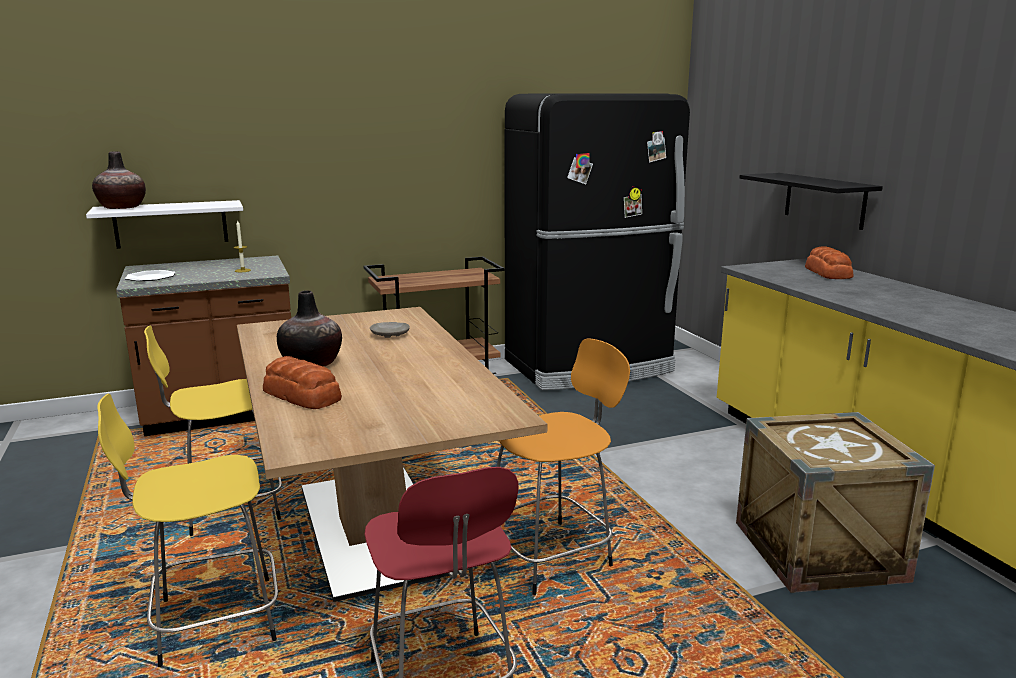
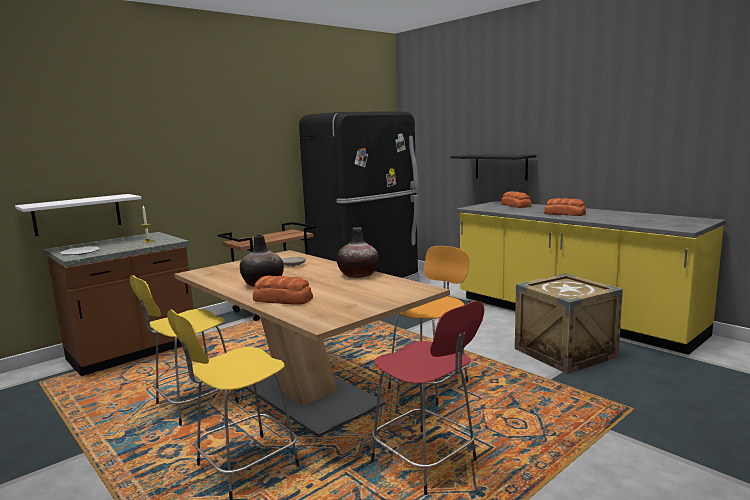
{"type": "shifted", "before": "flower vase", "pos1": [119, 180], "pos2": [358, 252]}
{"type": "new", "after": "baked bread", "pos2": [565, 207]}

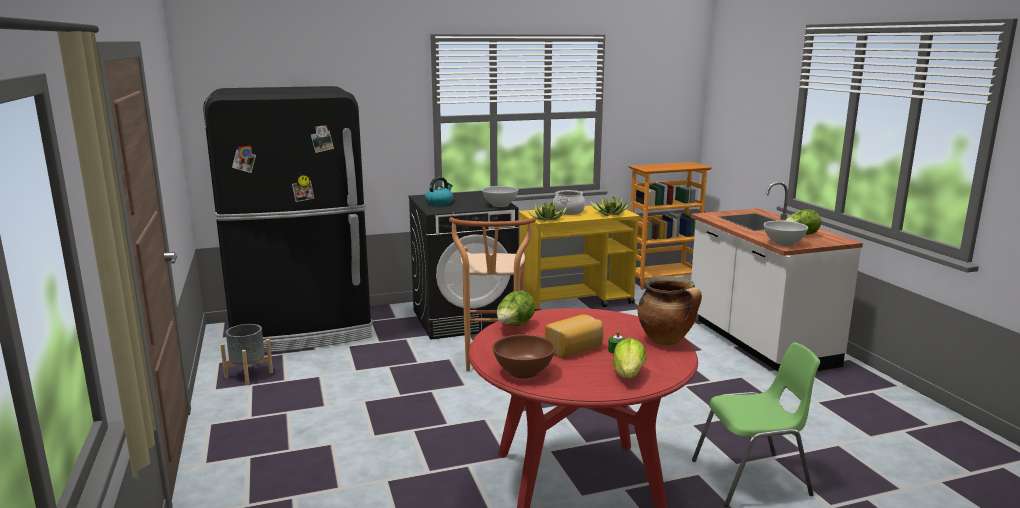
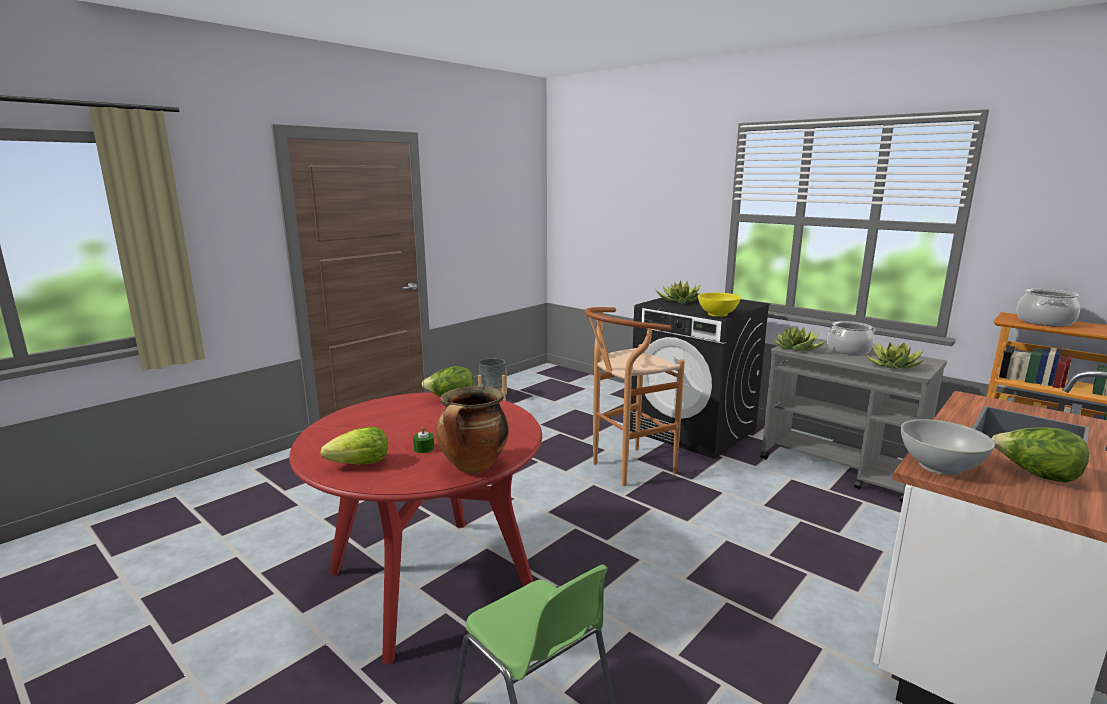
{"type": "gone", "before": "refrigerator in black-coloured", "pos1": [287, 219]}
{"type": "swapped", "before": "tea kettle", "after": "houseplant", "pos1": [439, 191], "pos2": [678, 291]}
{"type": "repainted", "before": "bowl in whitish", "after": "bowl in yellow-coloured", "pos1": [500, 196], "pos2": [719, 304]}
{"type": "gone", "before": "bowl in brown-coloured", "pos1": [524, 356]}
{"type": "repainted", "before": "trolley in yellow-coloured", "after": "trolley in gray", "pos1": [579, 258], "pos2": [853, 420]}
{"type": "gone", "before": "baked bread", "pos1": [574, 336]}
{"type": "new", "after": "saucepot", "pos2": [1048, 308]}

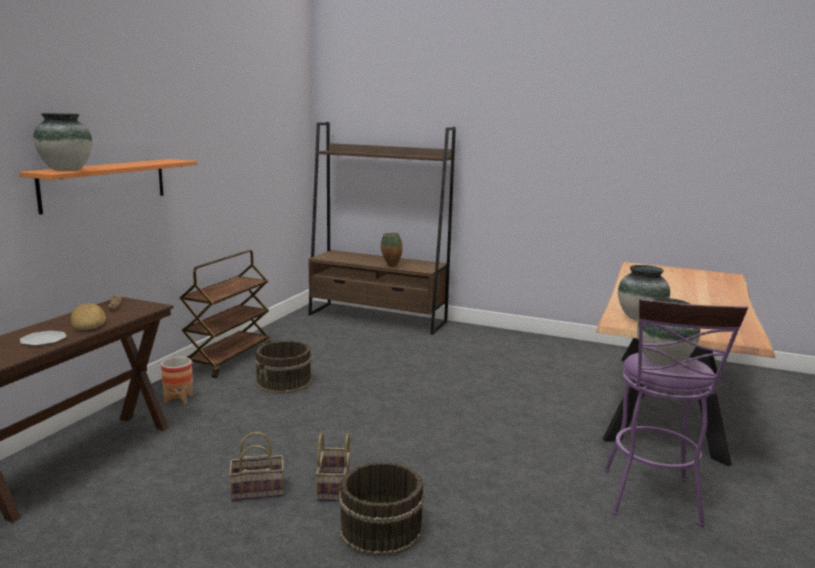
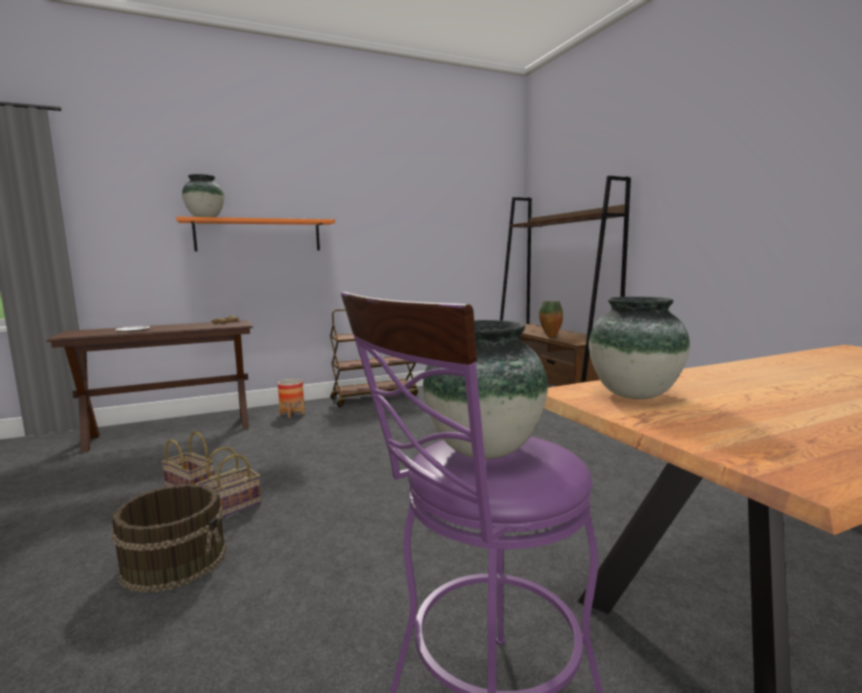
{"type": "gone", "before": "baked bread", "pos1": [88, 316]}
{"type": "gone", "before": "bucket in brown-coloured", "pos1": [283, 367]}

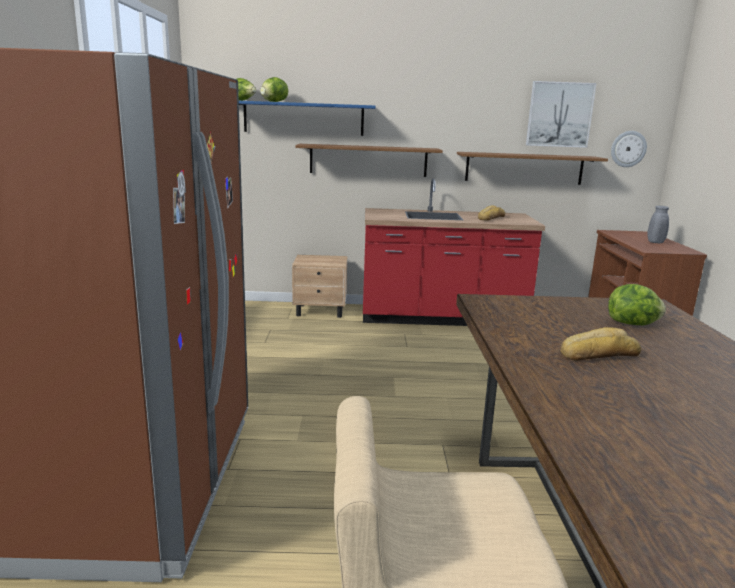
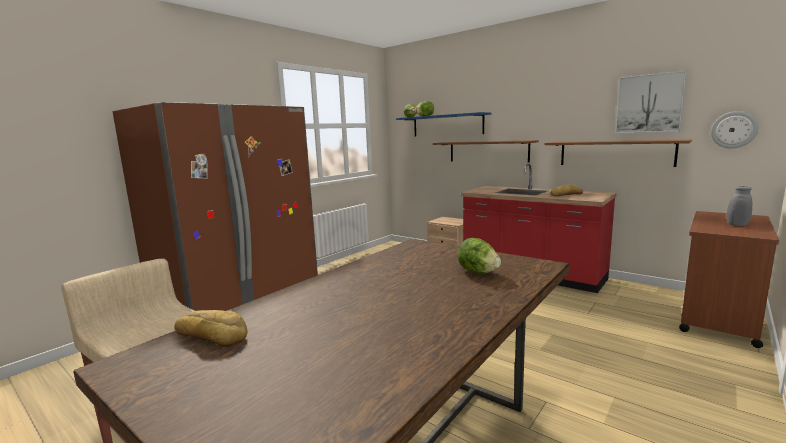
{"type": "shifted", "before": "baked bread", "pos1": [601, 344], "pos2": [210, 328]}

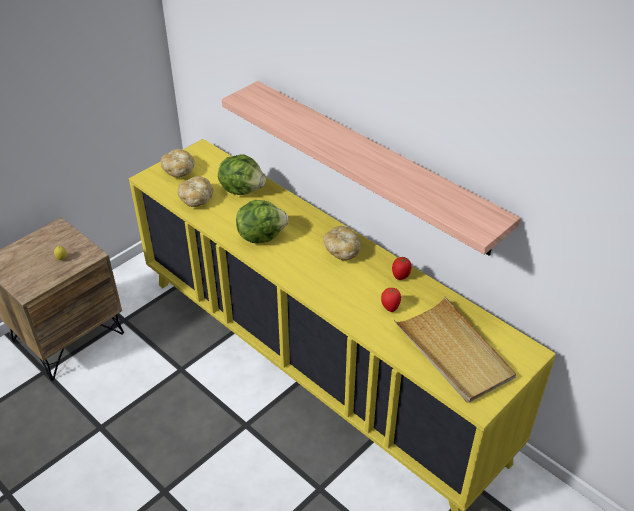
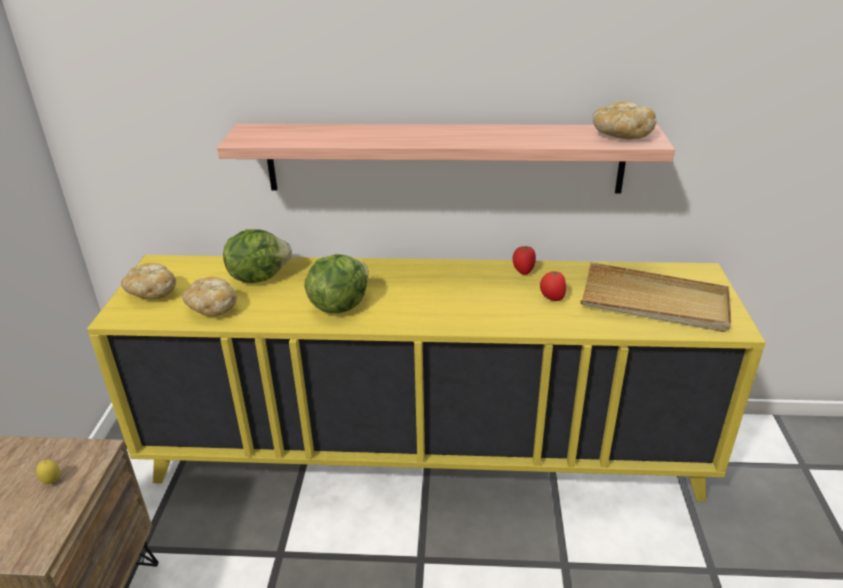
{"type": "shifted", "before": "baked bread", "pos1": [342, 243], "pos2": [624, 120]}

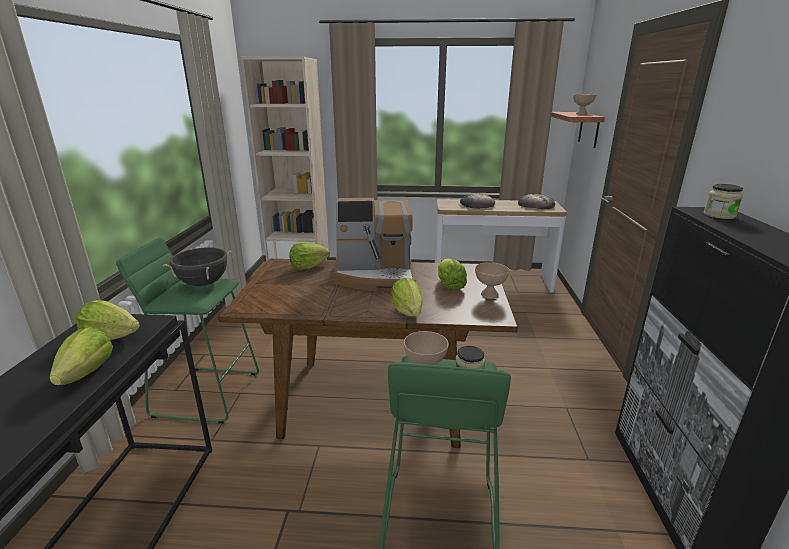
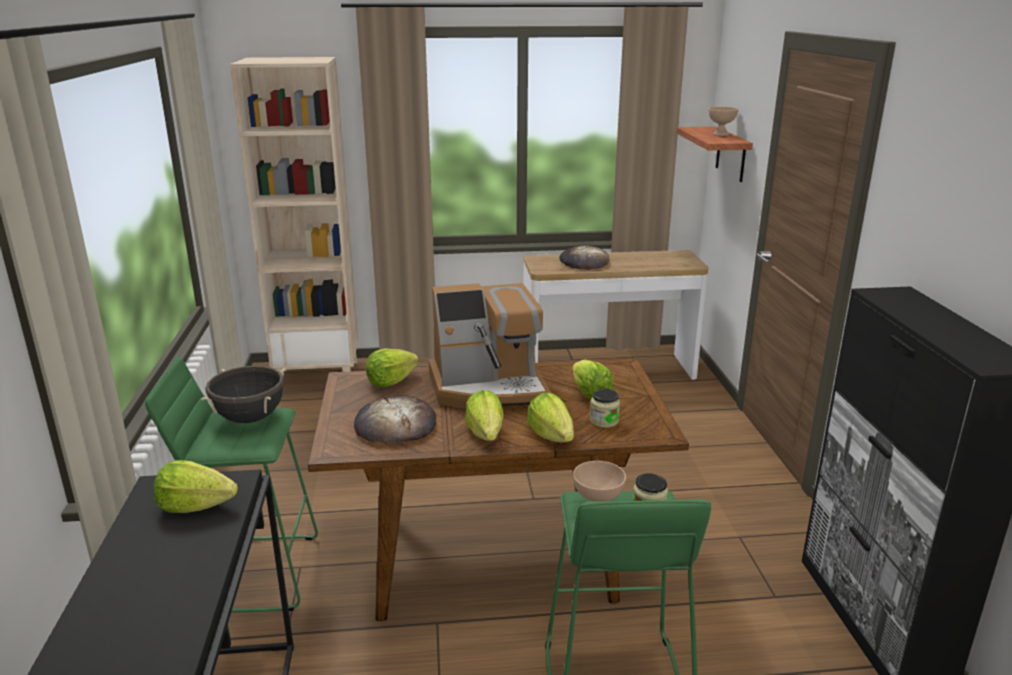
{"type": "shifted", "before": "lettuce head", "pos1": [81, 355], "pos2": [484, 415]}
{"type": "gone", "before": "bowl in sand-coloured", "pos1": [492, 280]}
{"type": "shifted", "before": "baked bread", "pos1": [536, 202], "pos2": [395, 420]}
{"type": "shifted", "before": "jar", "pos1": [723, 201], "pos2": [605, 408]}

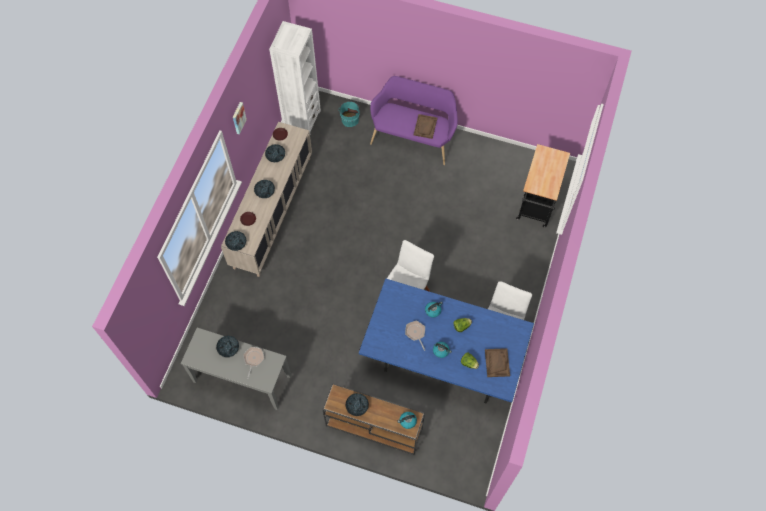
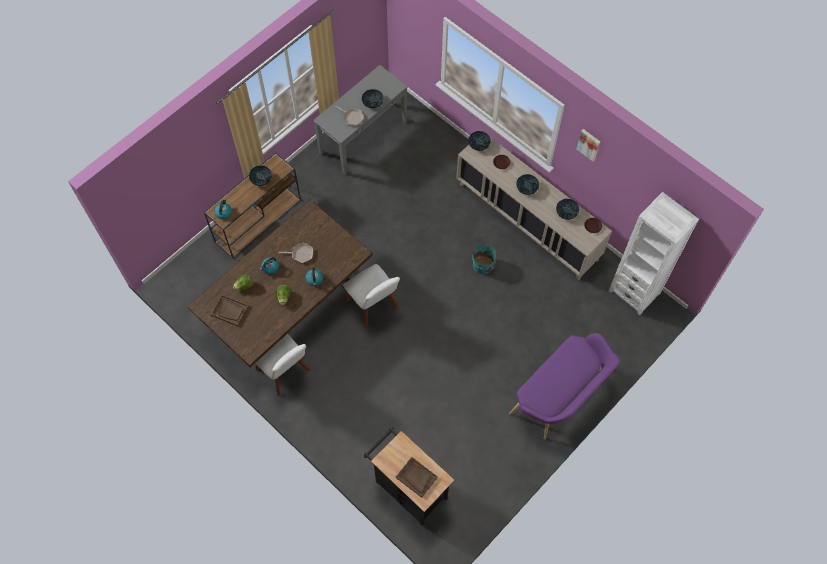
{"type": "shifted", "before": "bucket in blue-green", "pos1": [349, 114], "pos2": [484, 259]}
{"type": "repainted", "before": "dinner table in blue-coloured", "after": "dinner table in brown-coloured", "pos1": [446, 341], "pos2": [280, 283]}
{"type": "shifted", "before": "carrying tray in brown-coloured", "pos1": [425, 126], "pos2": [417, 477]}

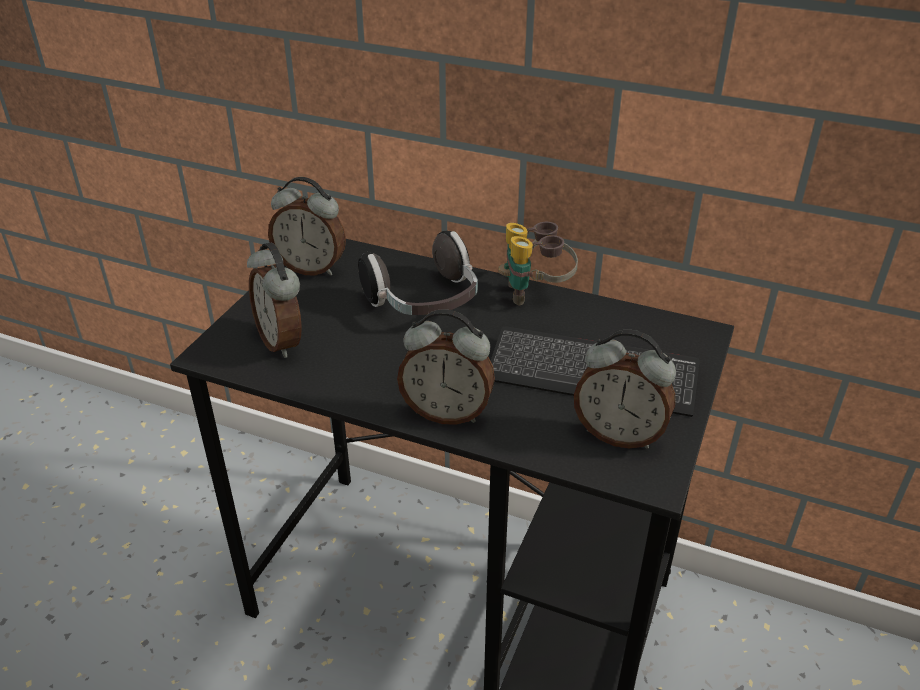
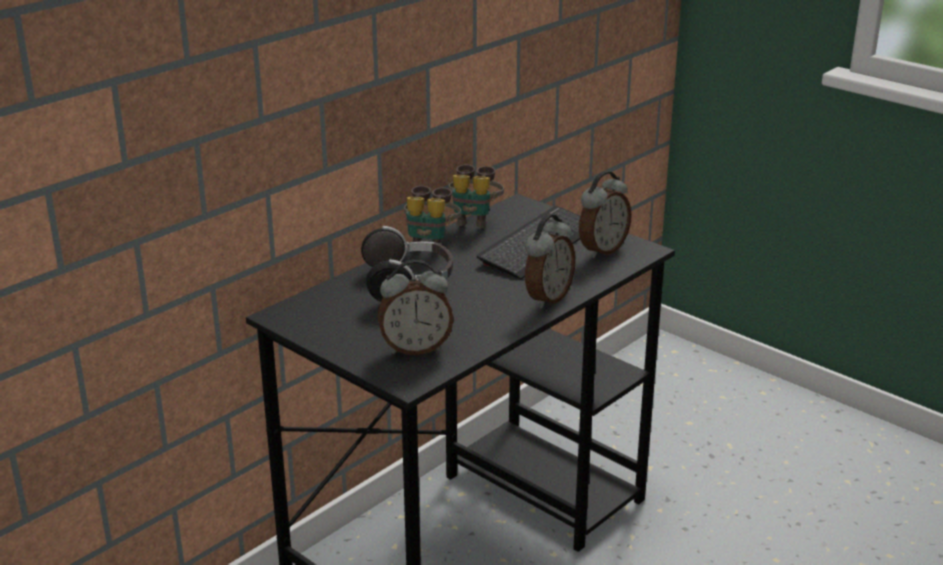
{"type": "gone", "before": "table clock", "pos1": [307, 226]}
{"type": "new", "after": "pair of binoculars", "pos2": [476, 197]}

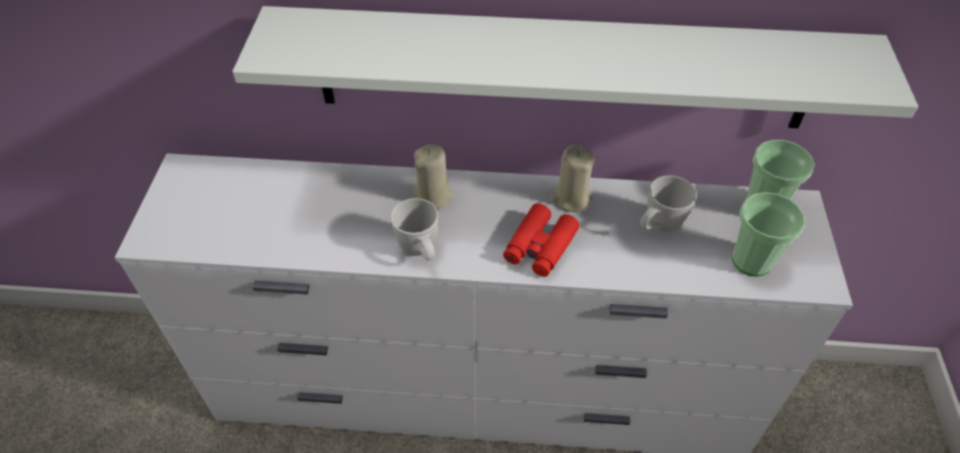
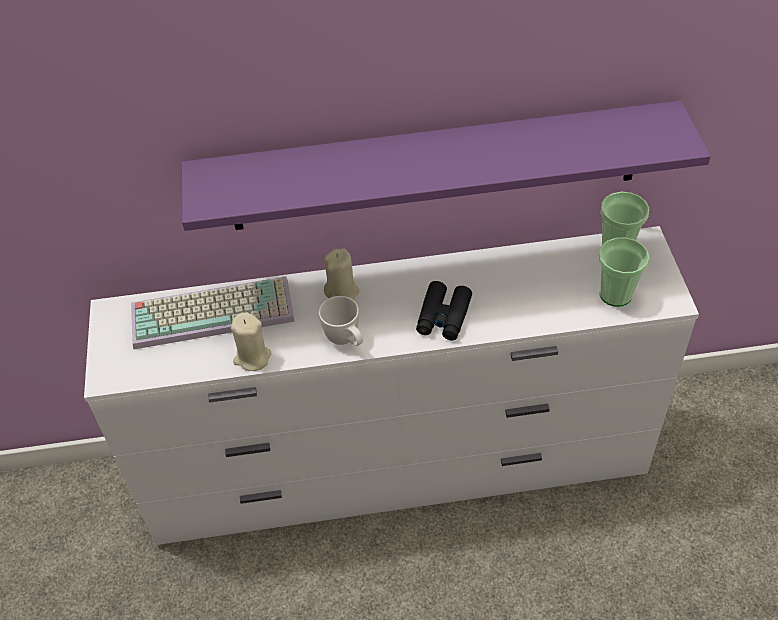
{"type": "repainted", "before": "wall shelf in whitish", "after": "wall shelf in purple", "pos1": [575, 67], "pos2": [446, 165]}
{"type": "repainted", "before": "pair of binoculars in red-coloured", "after": "pair of binoculars in black-coloured", "pos1": [541, 240], "pos2": [444, 310]}
{"type": "shifted", "before": "wax candle in sand-coloured", "pos1": [572, 178], "pos2": [251, 342]}
{"type": "gone", "before": "tea mug in whitish", "pos1": [668, 203]}
{"type": "new", "after": "computer keyboard", "pos2": [213, 313]}

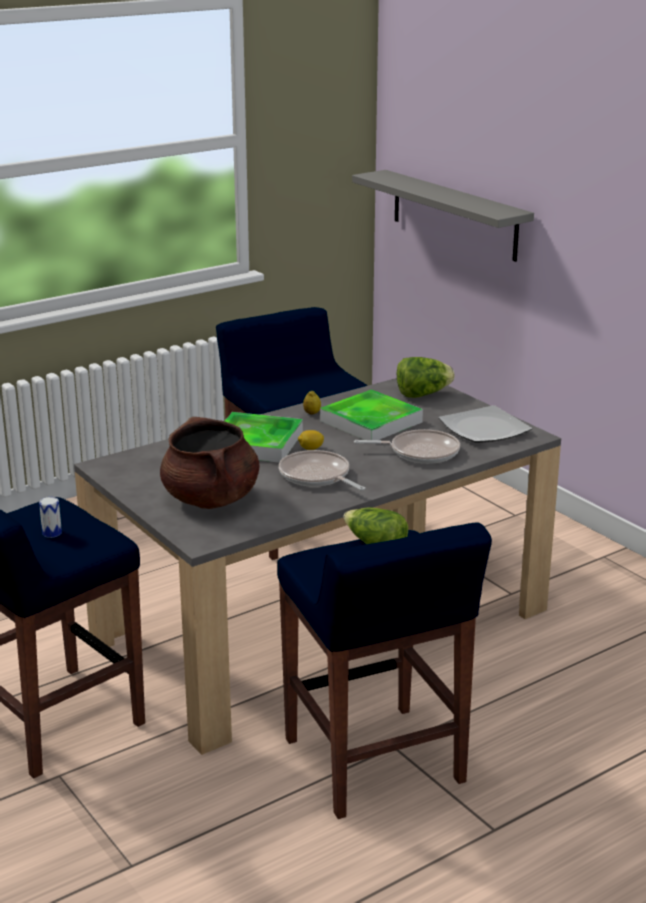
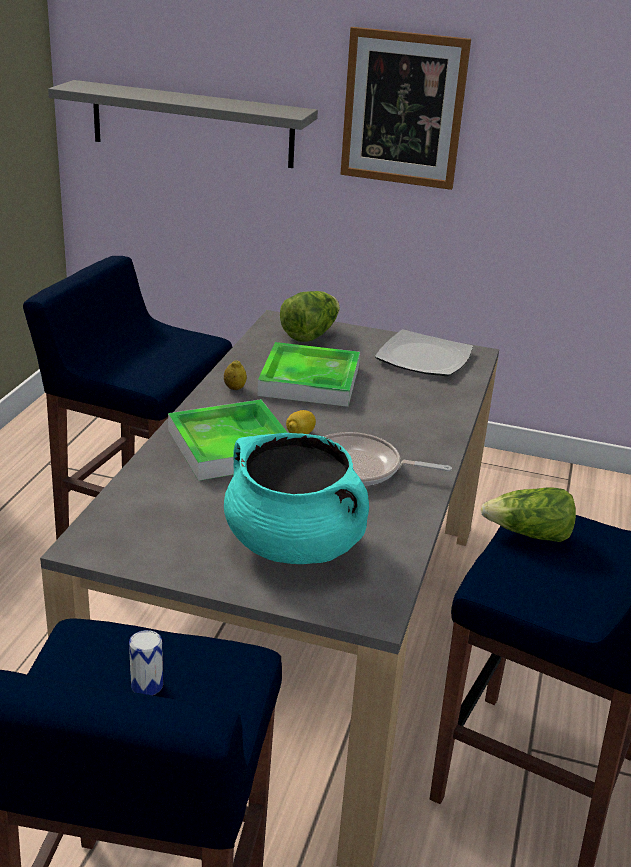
{"type": "repainted", "before": "saucepot in brown-coloured", "after": "saucepot in blue-green", "pos1": [209, 463], "pos2": [296, 498]}
{"type": "gone", "before": "skillet", "pos1": [407, 446]}
{"type": "new", "after": "wall art", "pos2": [406, 108]}

